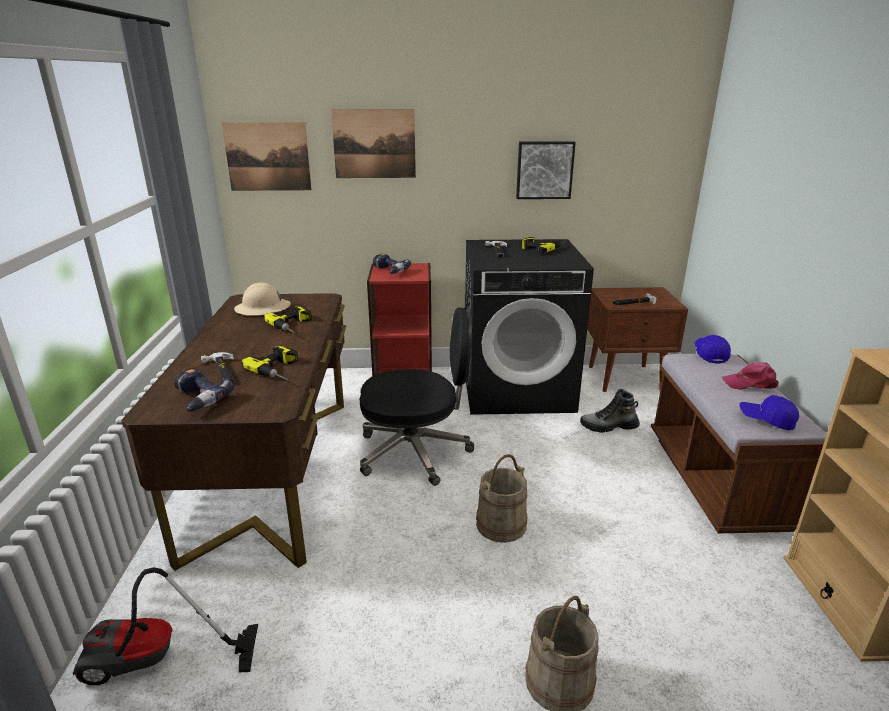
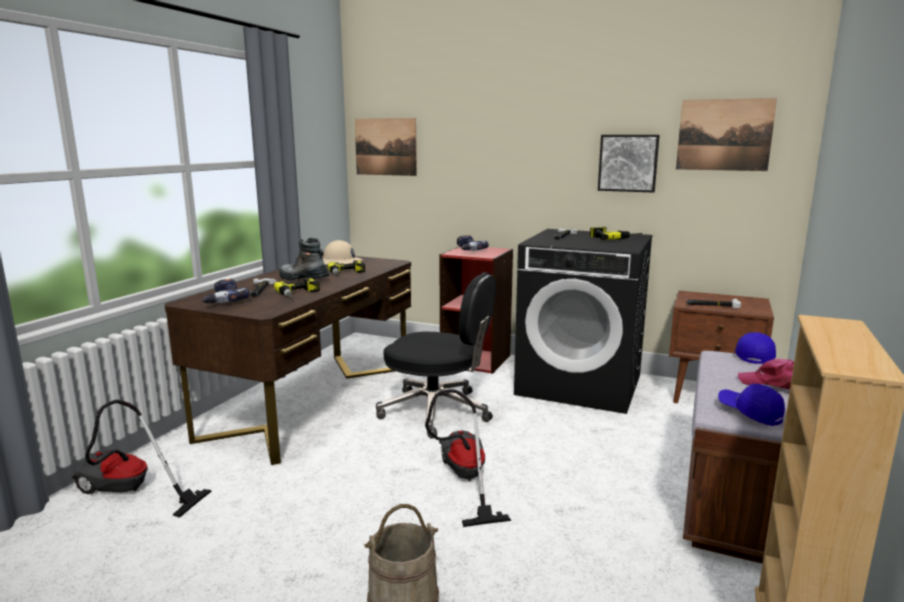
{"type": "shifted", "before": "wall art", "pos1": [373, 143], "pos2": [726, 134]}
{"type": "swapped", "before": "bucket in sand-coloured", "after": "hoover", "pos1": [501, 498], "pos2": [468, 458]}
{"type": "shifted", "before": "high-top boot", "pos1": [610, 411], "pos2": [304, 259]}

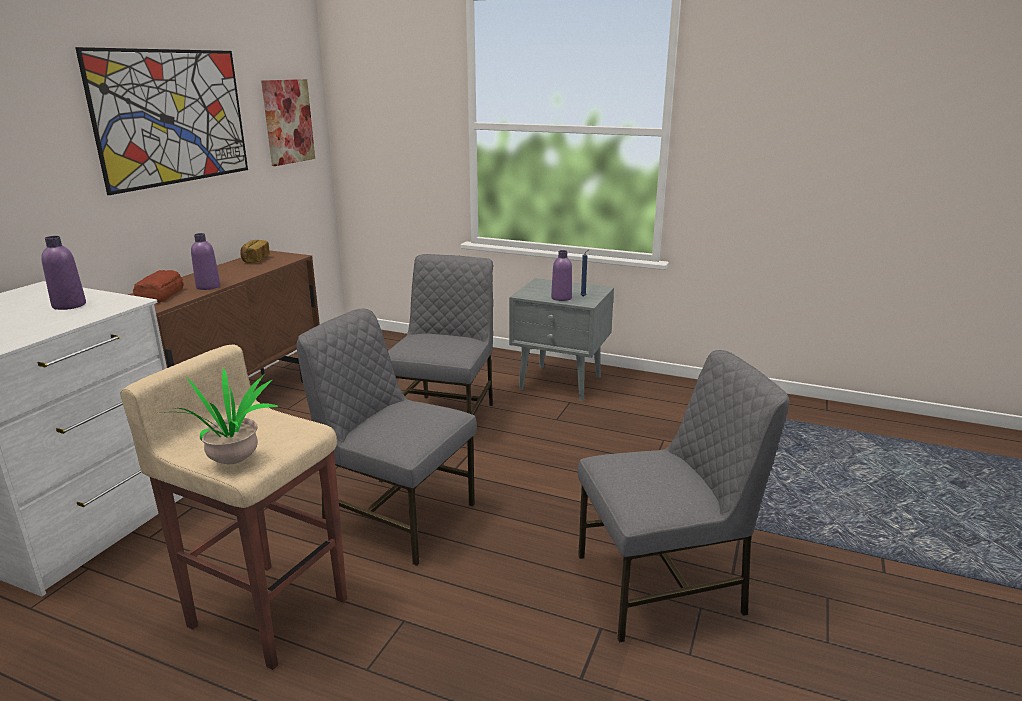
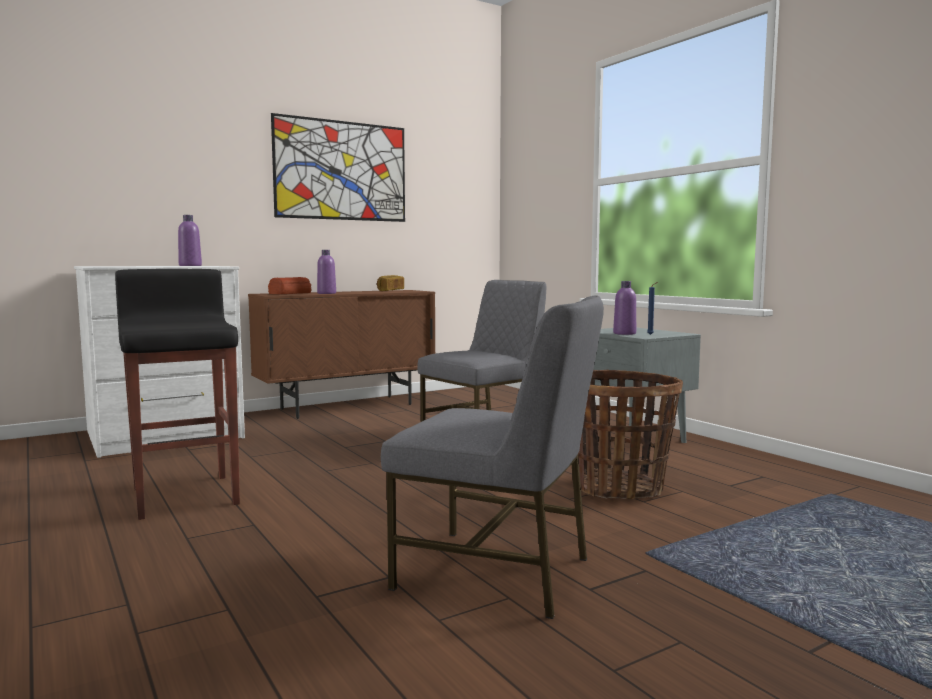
{"type": "repainted", "before": "stool seat in sand-coloured", "after": "stool seat in black-coloured", "pos1": [233, 507], "pos2": [177, 394]}
{"type": "gone", "before": "houseplant", "pos1": [219, 416]}
{"type": "gone", "before": "wall art", "pos1": [288, 122]}
{"type": "gone", "before": "chair in gray", "pos1": [387, 437]}
{"type": "new", "after": "household basket", "pos2": [630, 434]}

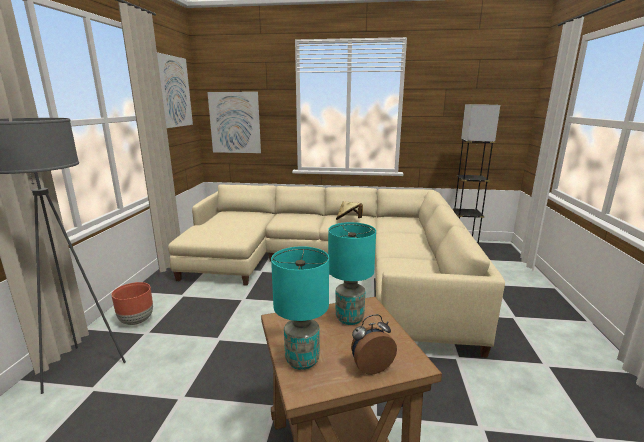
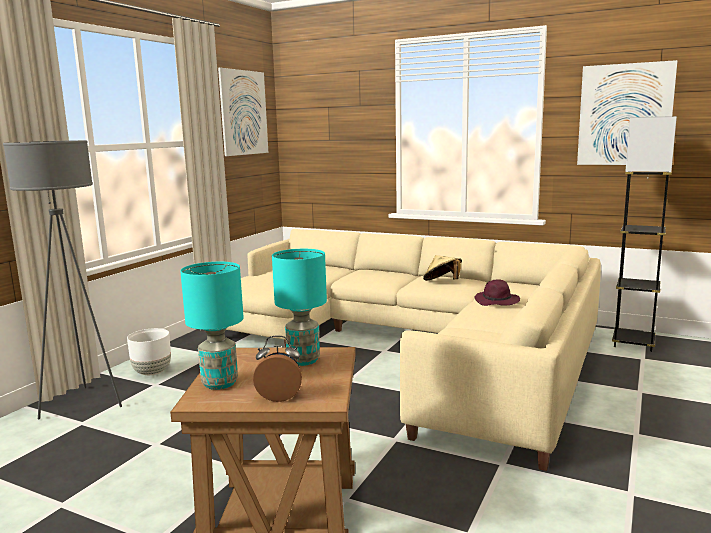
{"type": "repainted", "before": "flower pot in brown-coloured", "after": "flower pot in whitish", "pos1": [132, 303], "pos2": [149, 351]}
{"type": "shifted", "before": "wall art", "pos1": [234, 122], "pos2": [627, 112]}
{"type": "new", "after": "clothing hat in purple", "pos2": [497, 292]}

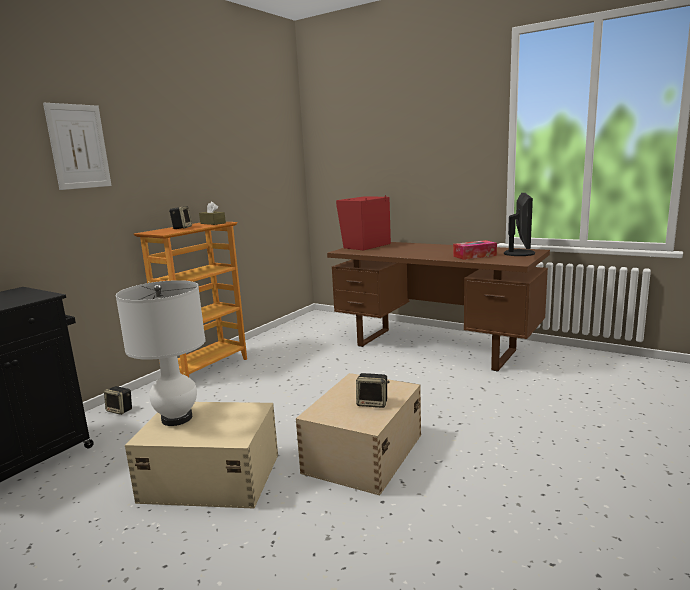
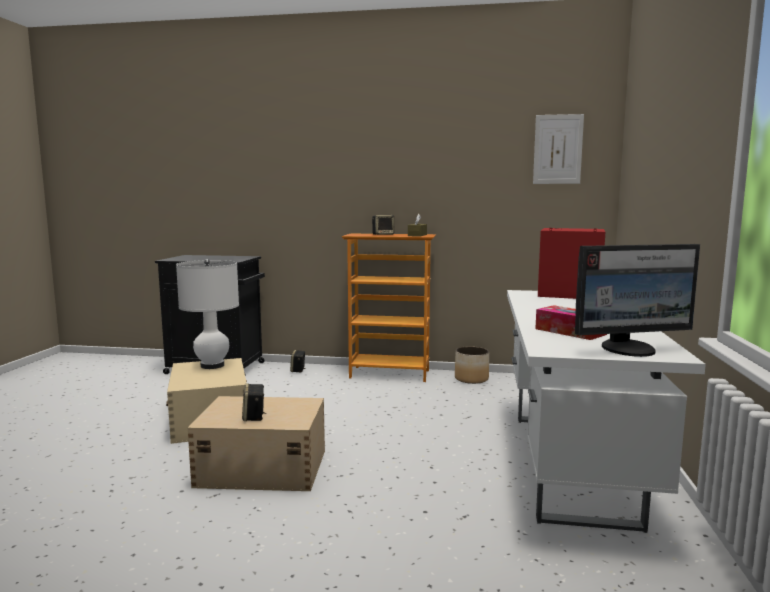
{"type": "shifted", "before": "wall art", "pos1": [77, 146], "pos2": [558, 149]}
{"type": "repainted", "before": "desk unit in brown-coloured", "after": "desk unit in whitish", "pos1": [438, 306], "pos2": [606, 411]}
{"type": "new", "after": "flower pot", "pos2": [472, 365]}

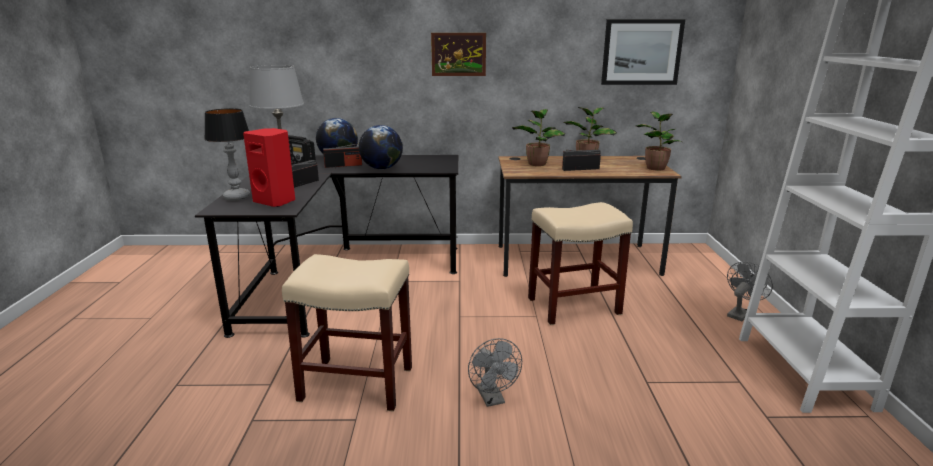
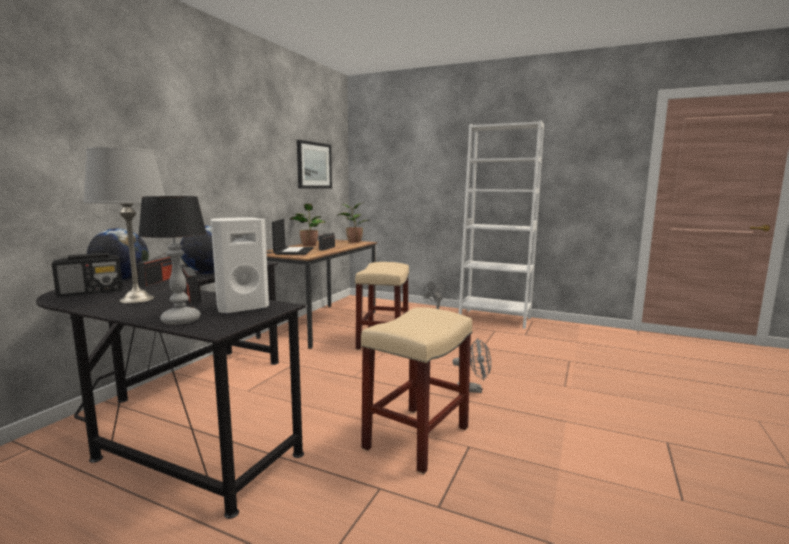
{"type": "repainted", "before": "audio speaker in red-coloured", "after": "audio speaker in whitish", "pos1": [269, 167], "pos2": [240, 265]}
{"type": "gone", "before": "wall art", "pos1": [458, 54]}
{"type": "swapped", "before": "houseplant", "after": "laptop", "pos1": [538, 137], "pos2": [292, 237]}

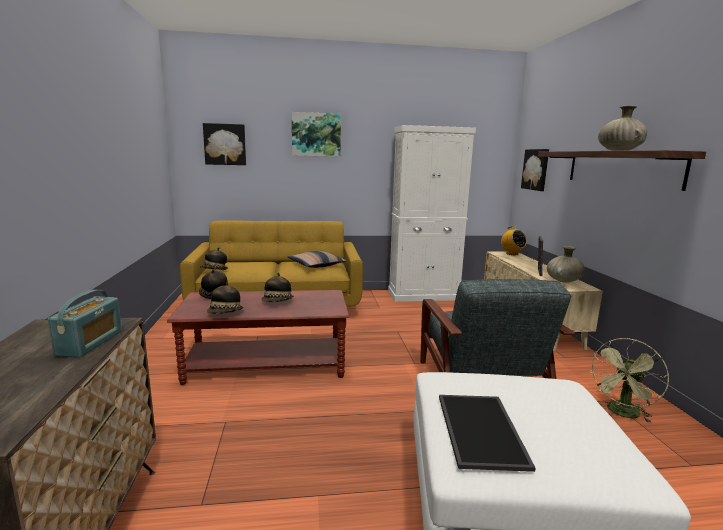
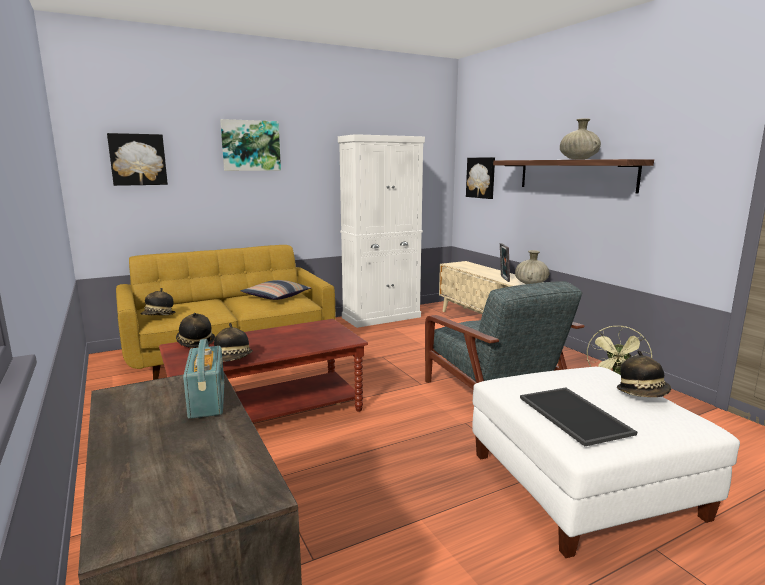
{"type": "shifted", "before": "clothing hat", "pos1": [278, 287], "pos2": [644, 373]}
{"type": "gone", "before": "radio receiver", "pos1": [514, 240]}

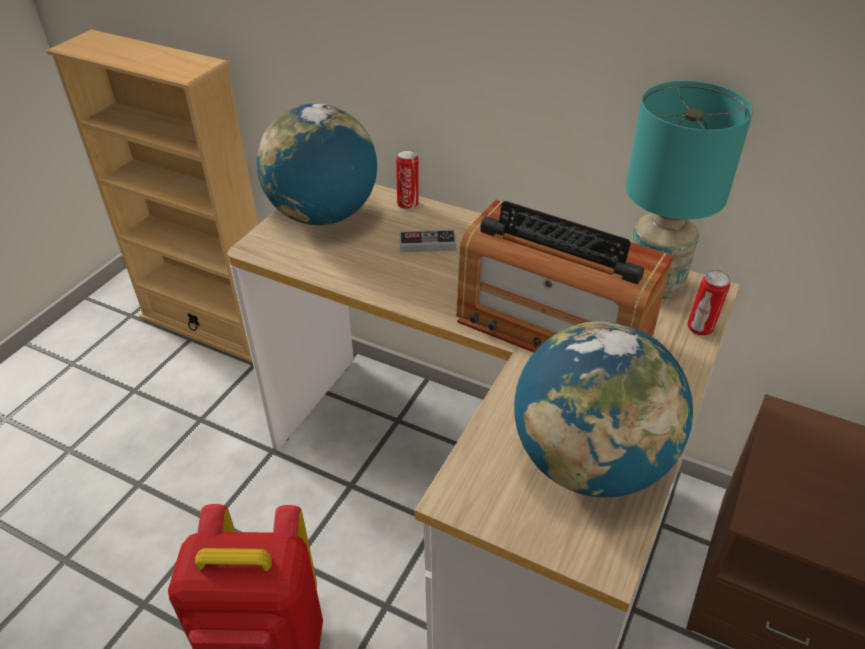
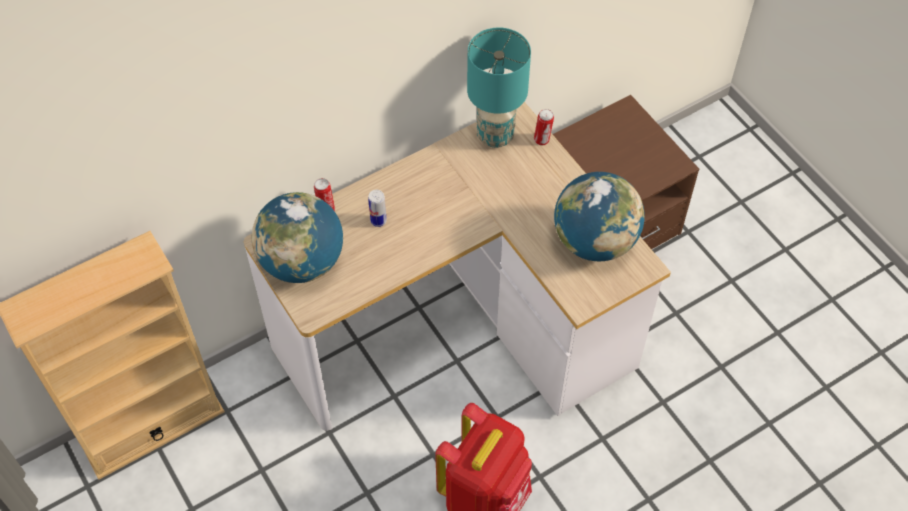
{"type": "swapped", "before": "gamepad", "after": "sealed can", "pos1": [427, 241], "pos2": [377, 208]}
{"type": "gone", "before": "radio receiver", "pos1": [564, 276]}

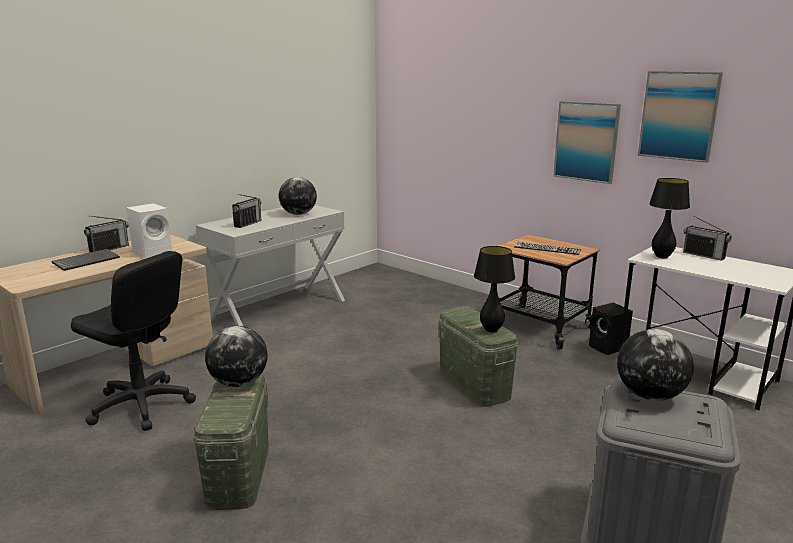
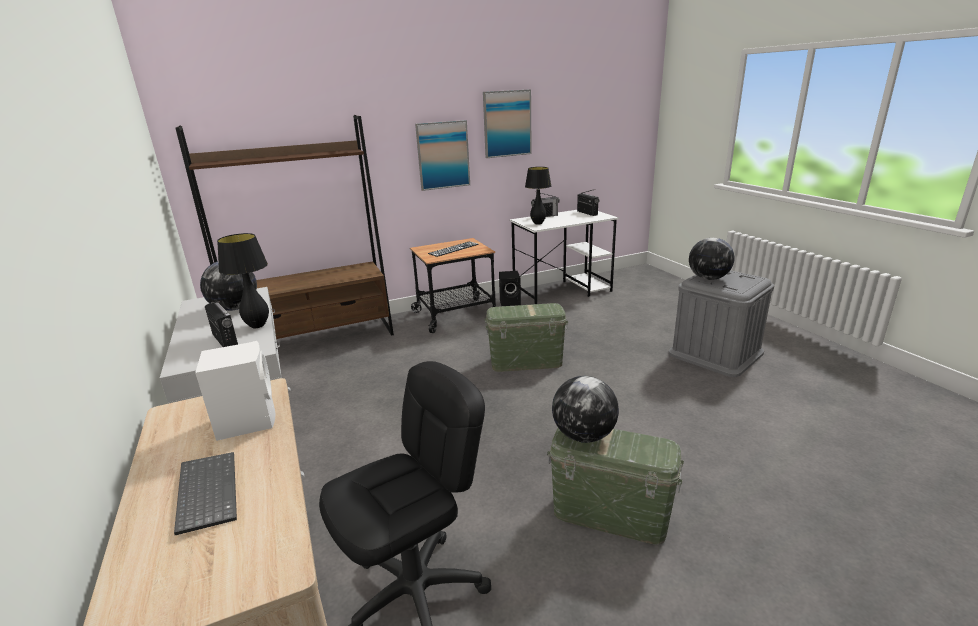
{"type": "shifted", "before": "radio receiver", "pos1": [106, 234], "pos2": [588, 202]}
{"type": "shifted", "before": "lamp for a table in black-coloured", "pos1": [494, 289], "pos2": [243, 280]}
{"type": "new", "after": "shelving unit in brown-coloured", "pos2": [284, 227]}

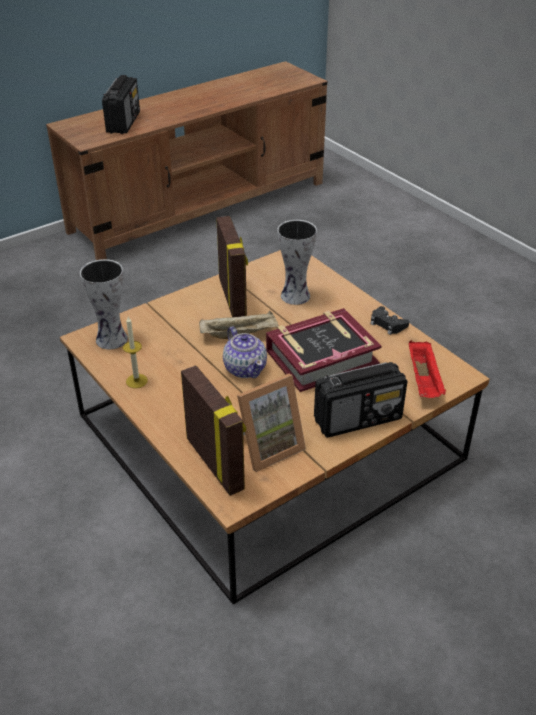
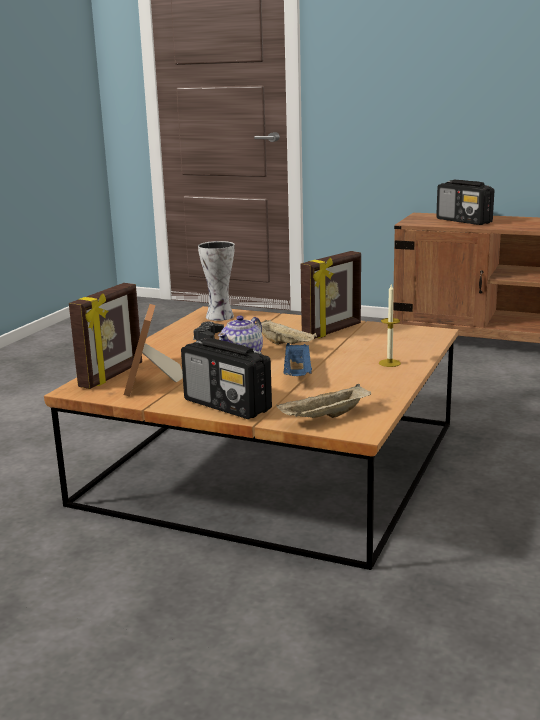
{"type": "rotated", "before": "radio receiver", "pos1": [121, 104], "pos2": [465, 202], "turn": 75}
{"type": "shifted", "before": "wax candle", "pos1": [135, 352], "pos2": [390, 325]}
{"type": "rotated", "before": "standing frame", "pos1": [271, 423], "pos2": [153, 350], "turn": 60}
{"type": "swapped", "before": "volume", "after": "carrying tray in blue-coloured", "pos1": [324, 350], "pos2": [298, 359]}
{"type": "gone", "before": "flower vase", "pos1": [297, 262]}
{"type": "shifted", "before": "gamepad in black-coloured", "pos1": [389, 320], "pos2": [208, 331]}
{"type": "repainted", "before": "carrying tray in red-coloured", "after": "carrying tray in sand-coloured", "pos1": [427, 369], "pos2": [323, 401]}

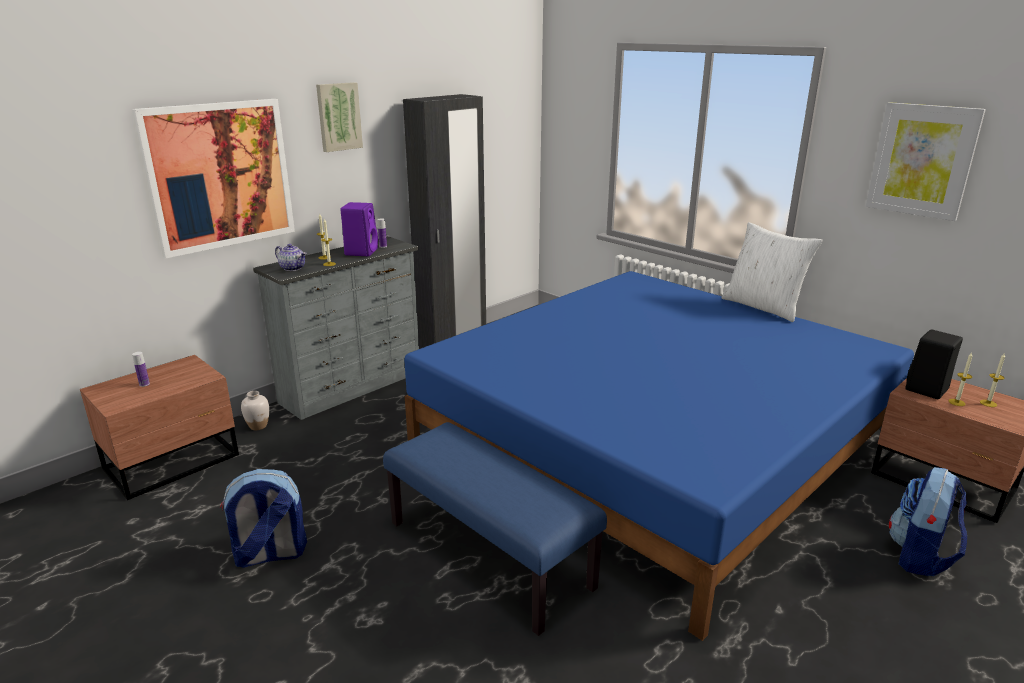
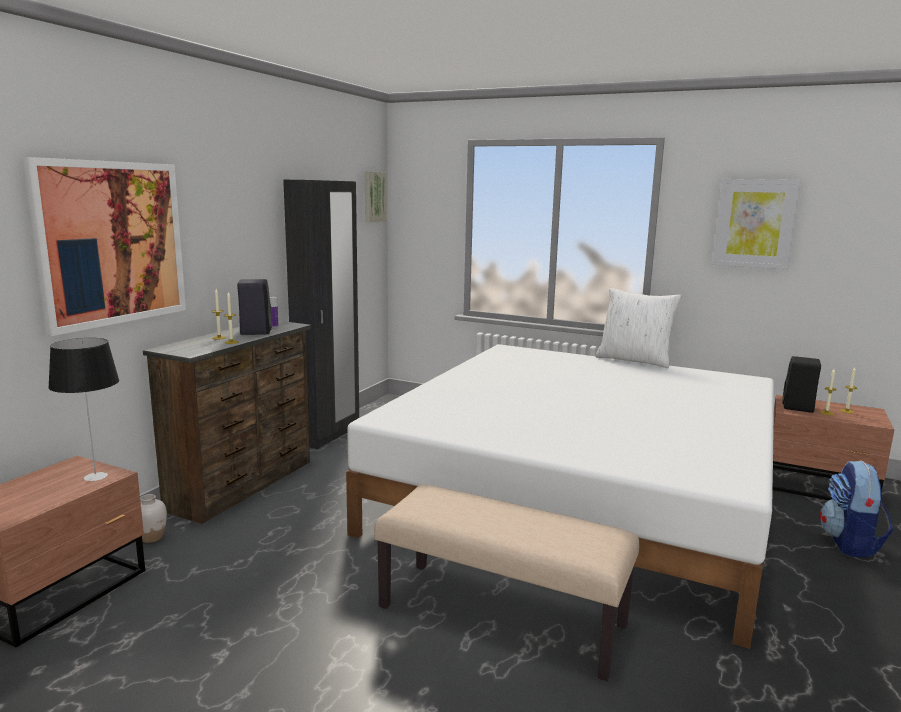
{"type": "gone", "before": "bottle", "pos1": [141, 369]}
{"type": "gone", "before": "knapsack", "pos1": [263, 518]}
{"type": "repainted", "before": "chest of drawers in gray", "after": "chest of drawers in brown-coloured", "pos1": [336, 328], "pos2": [227, 422]}
{"type": "gone", "before": "tea pot", "pos1": [291, 257]}
{"type": "shifted", "before": "wall art", "pos1": [339, 117], "pos2": [376, 197]}
{"type": "repainted", "before": "audio speaker in purple", "after": "audio speaker in black-coloured", "pos1": [359, 229], "pos2": [254, 307]}
{"type": "repainted", "before": "long seat in blue-coloured", "after": "long seat in sand-coloured", "pos1": [495, 529], "pos2": [506, 582]}
{"type": "repainted", "before": "bed in blue-coloured", "after": "bed in whitish", "pos1": [659, 456], "pos2": [560, 496]}
{"type": "new", "after": "lamp for a table", "pos2": [83, 409]}

